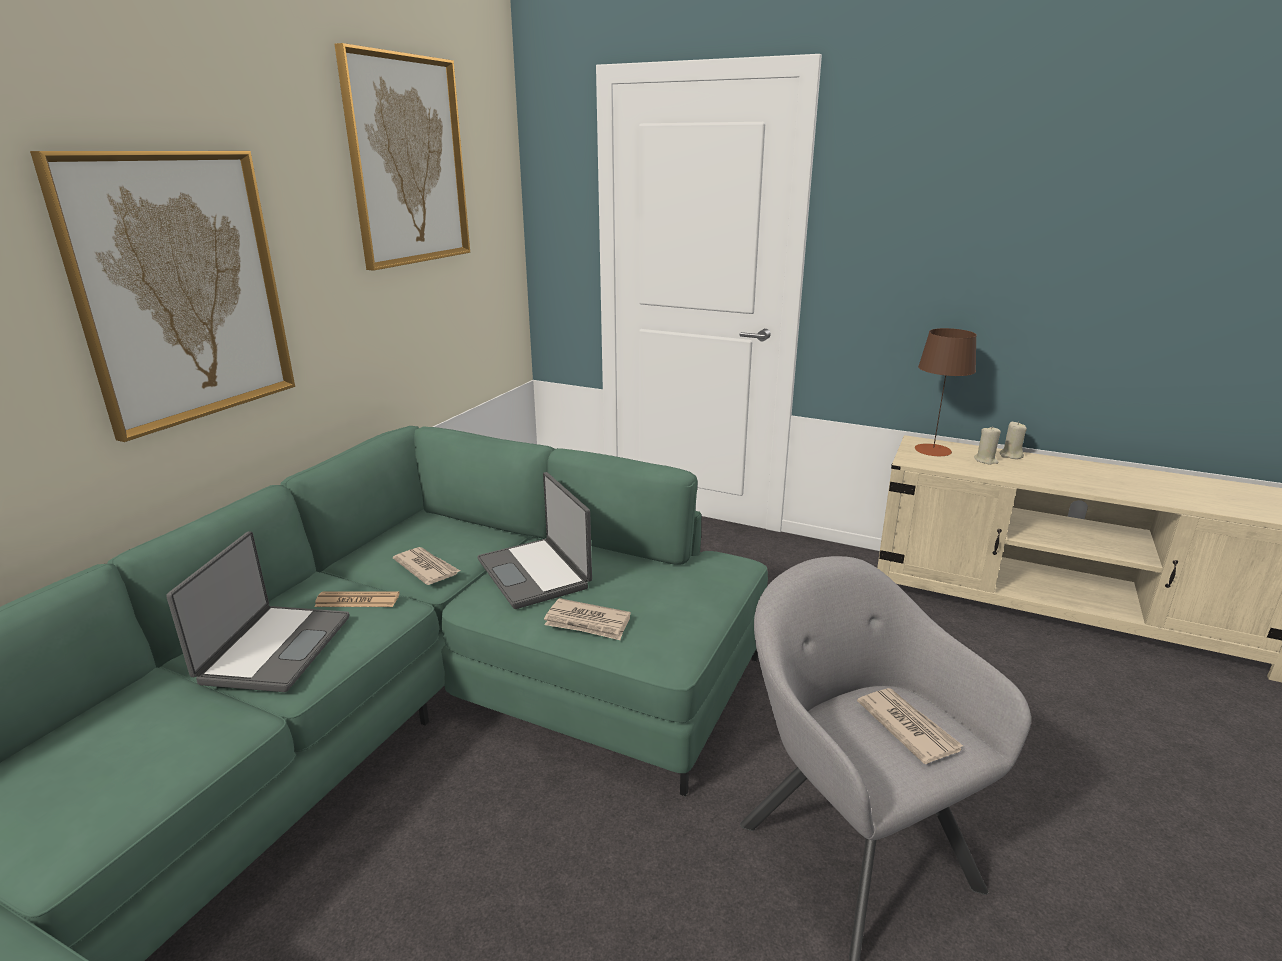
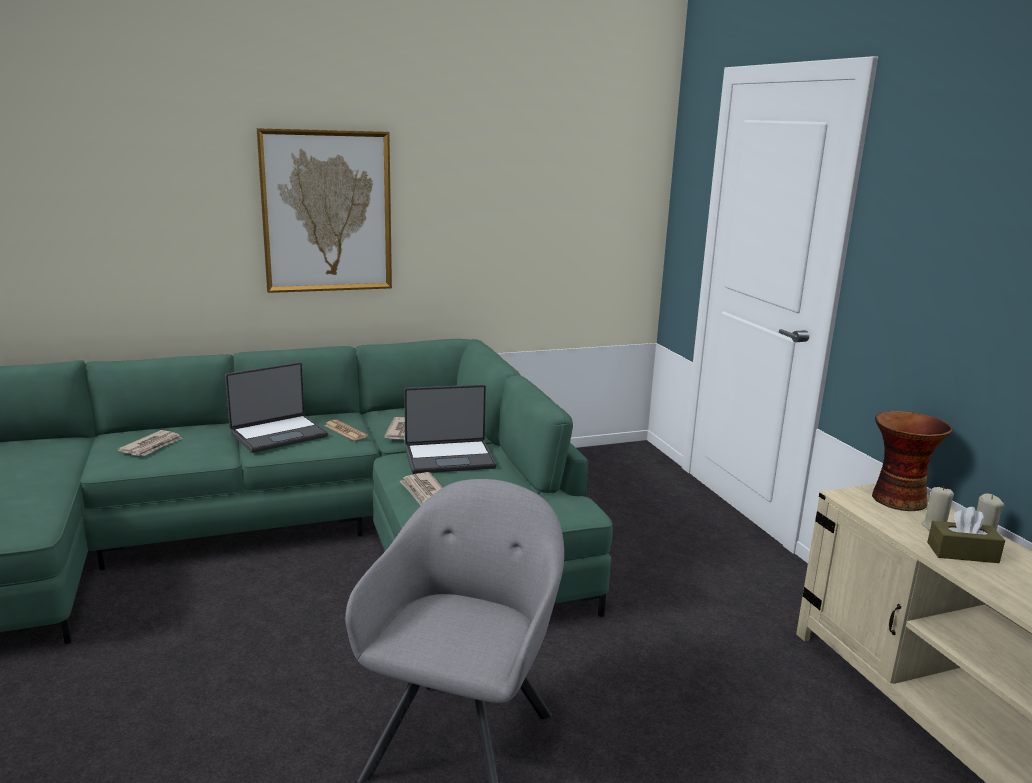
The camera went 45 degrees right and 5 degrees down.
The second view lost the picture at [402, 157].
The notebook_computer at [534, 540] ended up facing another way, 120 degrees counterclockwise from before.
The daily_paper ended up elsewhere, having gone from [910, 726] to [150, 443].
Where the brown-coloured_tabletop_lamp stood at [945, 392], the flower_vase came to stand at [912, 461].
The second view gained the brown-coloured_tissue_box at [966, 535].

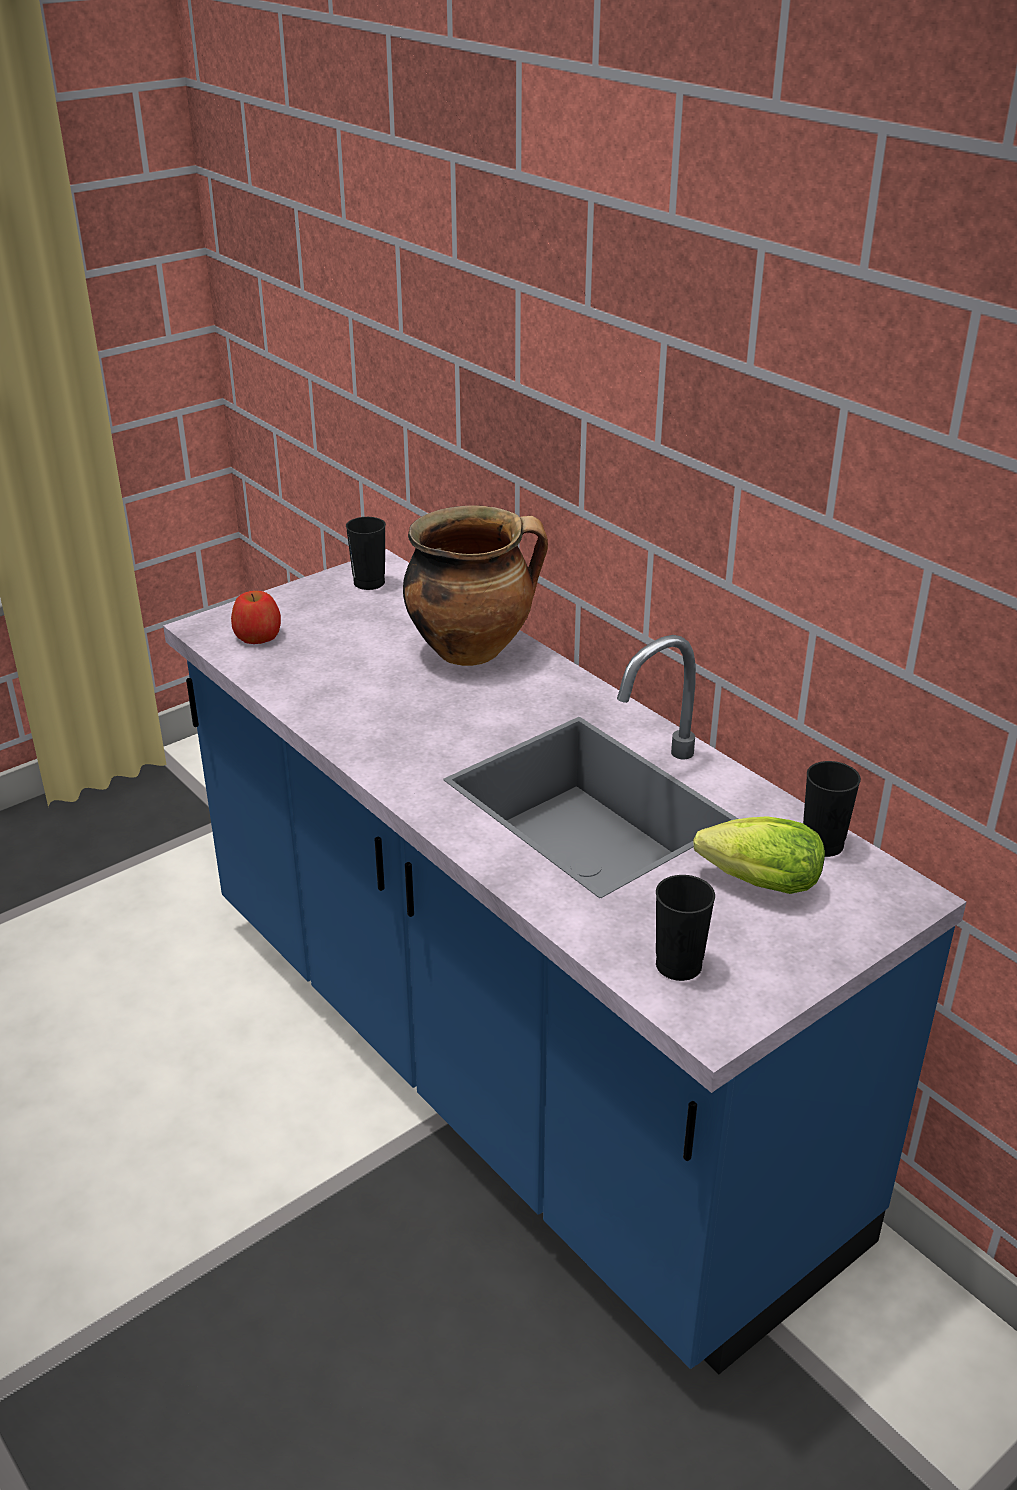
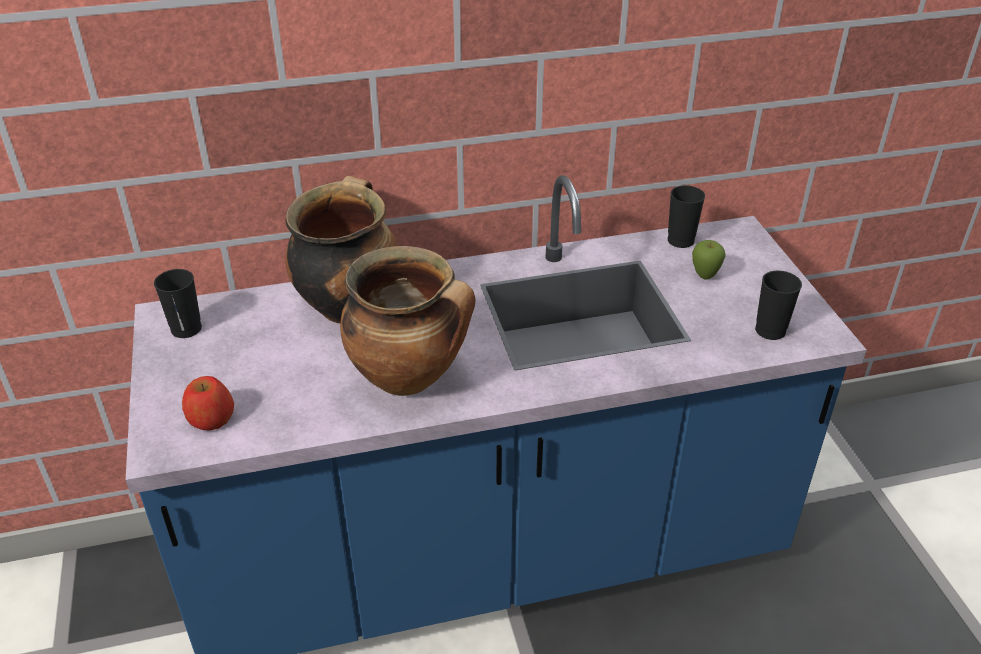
The camera went 65 degrees left and 5 degrees up.
Where the head_of_lettuce stood at [759, 855], the apple_fruit came to stand at [709, 260].
The second view gained the cooking_pot at [408, 321].

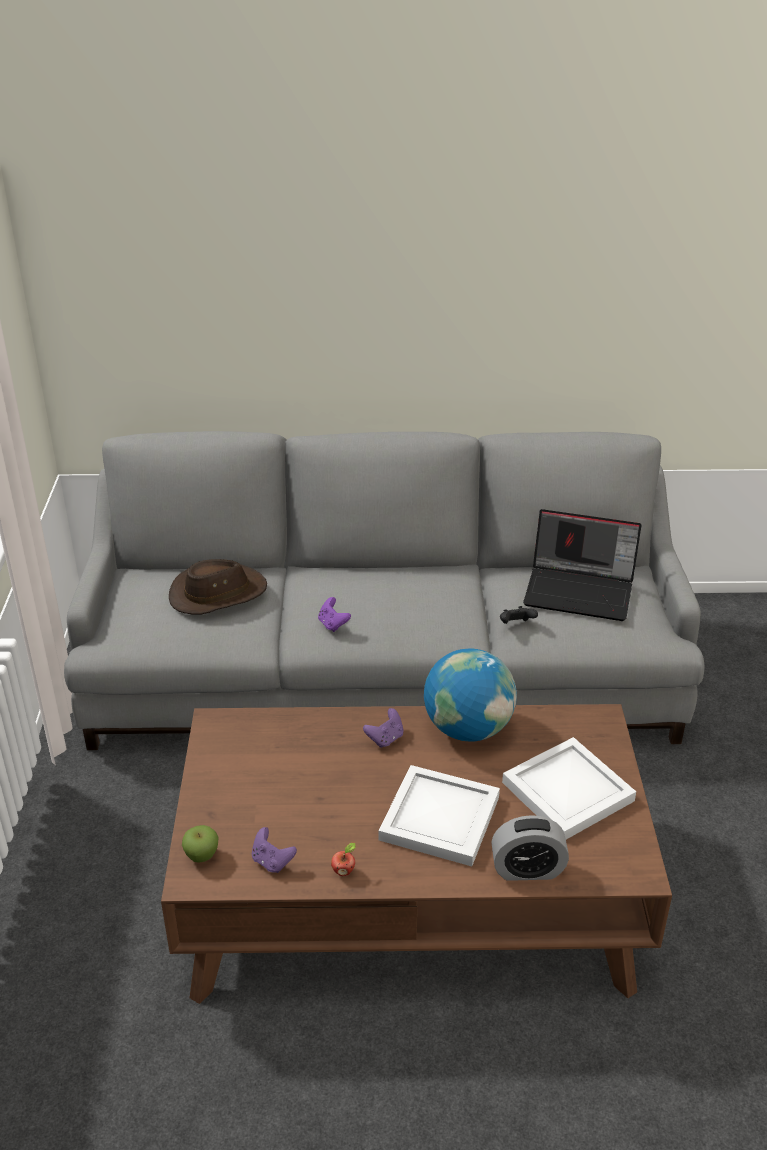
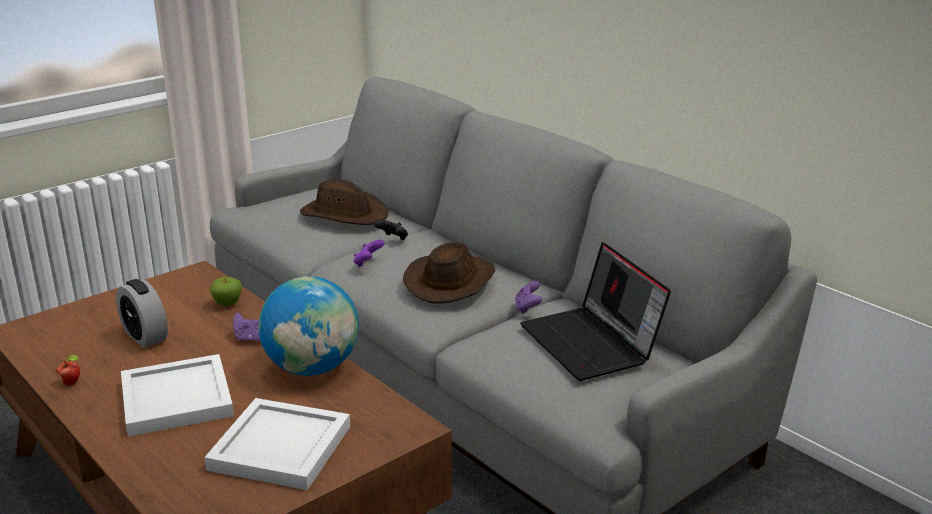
The camera went 50 degrees right and 10 degrees down.
The apple_fruit ended up elsewhere, having gone from [200, 844] to [226, 291].
The purplish_gamepad ended up elsewhere, having gone from [274, 850] to [528, 297].
The table_clock ended up elsewhere, having gone from [530, 848] to [142, 313].
The blackish_gamepad ended up elsewhere, having gone from [519, 615] to [390, 229].
The second view gained the brown-coloured_hat at [449, 273].

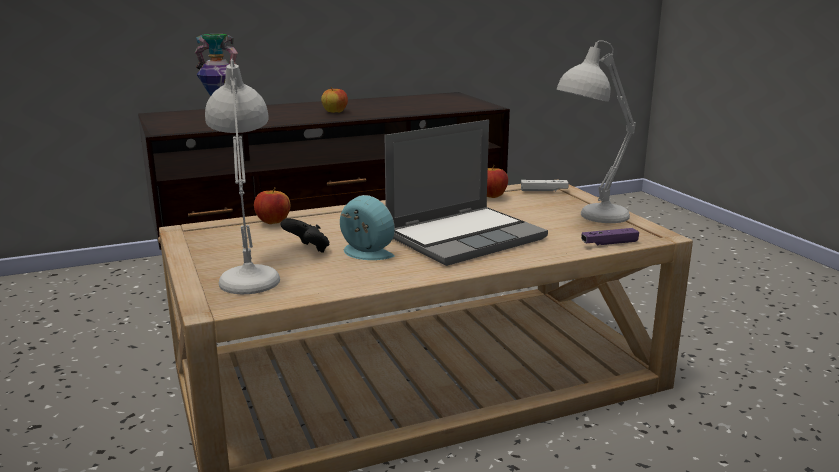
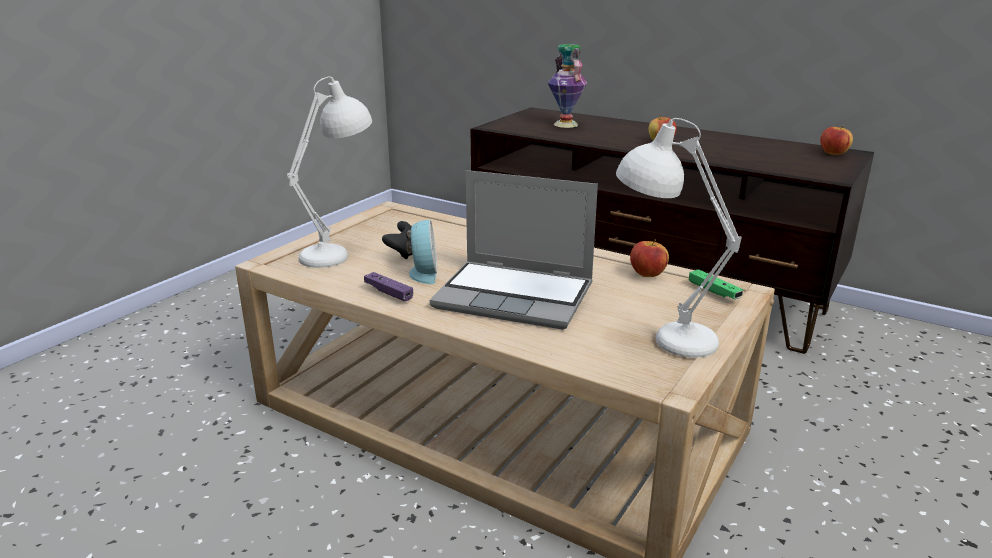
The camera went 55 degrees right and 5 degrees up.
The apple_fruit ended up elsewhere, having gone from [272, 205] to [836, 140].
What was the white_gamepad at [545, 185] turned into the greenish_gamepad at [716, 284].
The purplish_gamepad ended up elsewhere, having gone from [610, 236] to [388, 286].

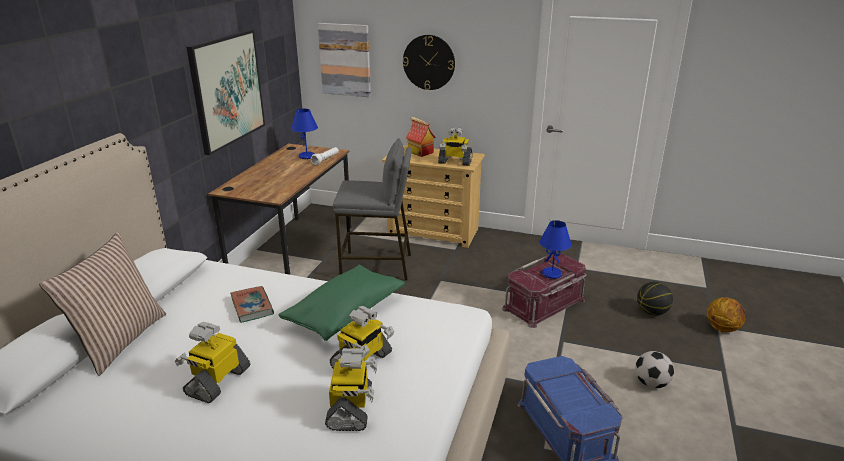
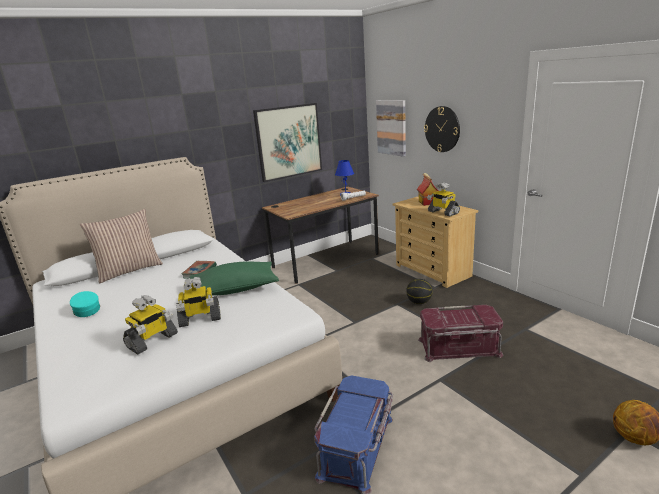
The camera went 40 degrees right and 5 degrees down.
The second view lost the model_robot at [212, 362].
The second view lost the grey_stool at [372, 209].
The second view lost the blue_tabletop_lamp at [555, 249].
The second view lost the football_ball at [654, 369].
The ball_for_basketball ended up elsewhere, having gone from [655, 298] to [419, 291].
The second view gained the turquoise_peaked_cap at [85, 304].

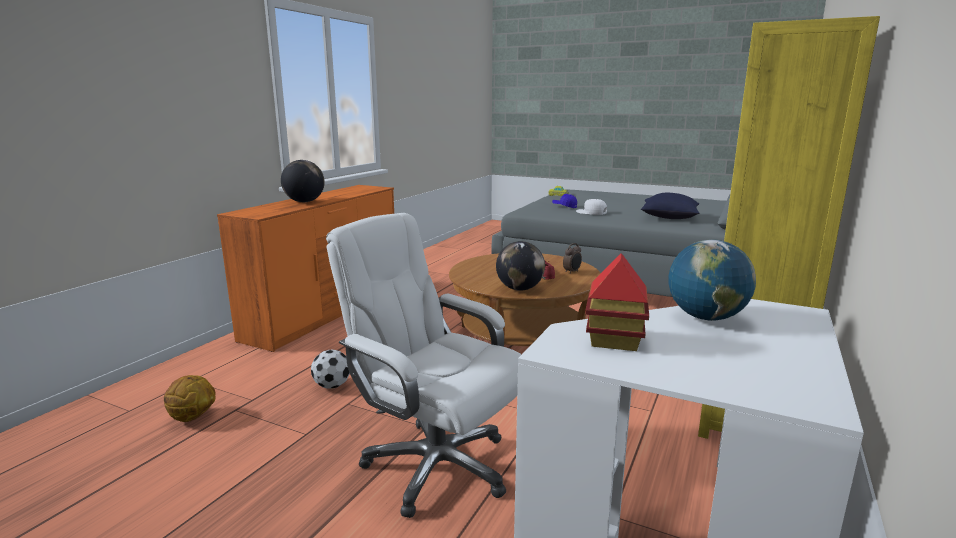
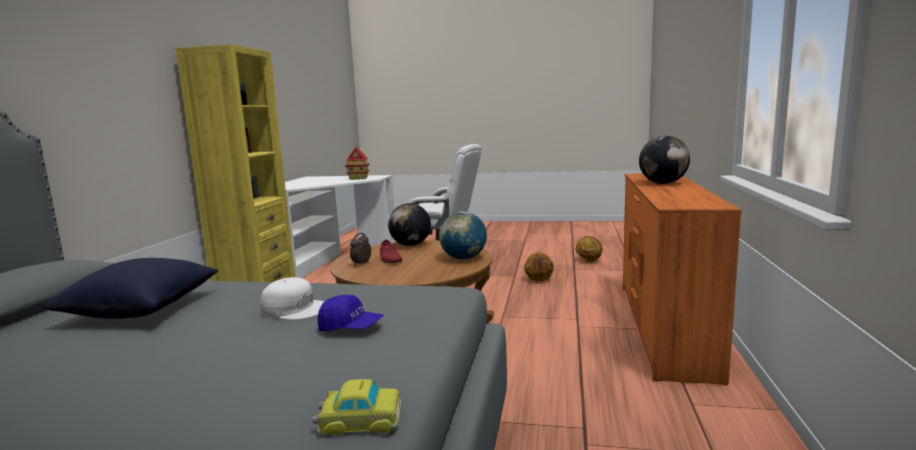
The camera went 165 degrees right and 5 degrees down.
Where the football_ball stood at [330, 369], the ball_for_basketball came to stand at [539, 266].
The world_globe ended up elsewhere, having gone from [712, 280] to [463, 236].

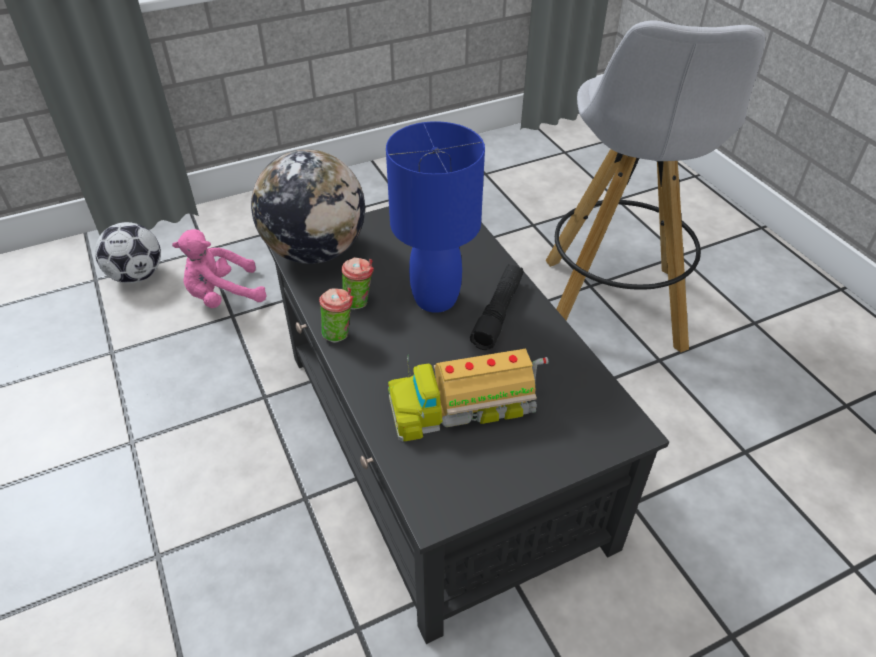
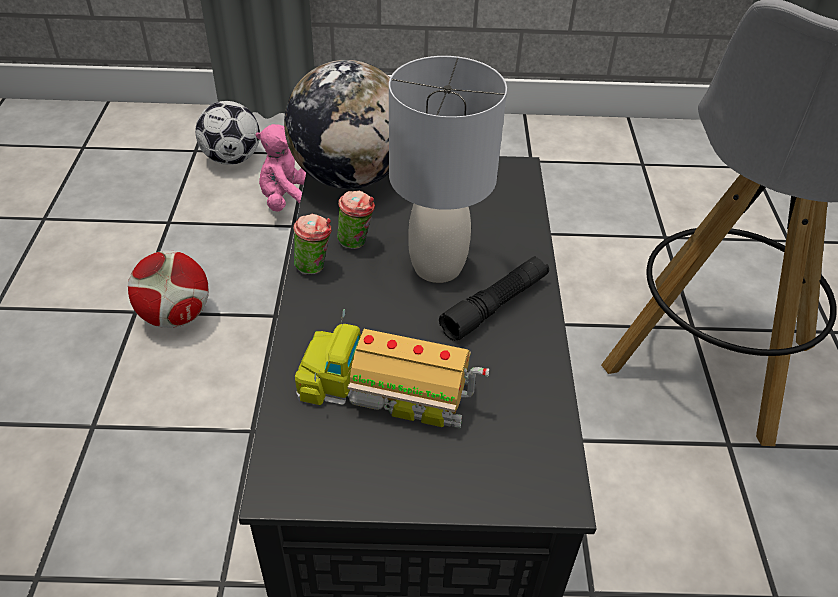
The camera went 25 degrees right and 0 degrees up.
What was the blue_tabletop_lamp at [435, 217] turned into the grey_tabletop_lamp at [448, 169].
The second view gained the football_ball at [168, 289].

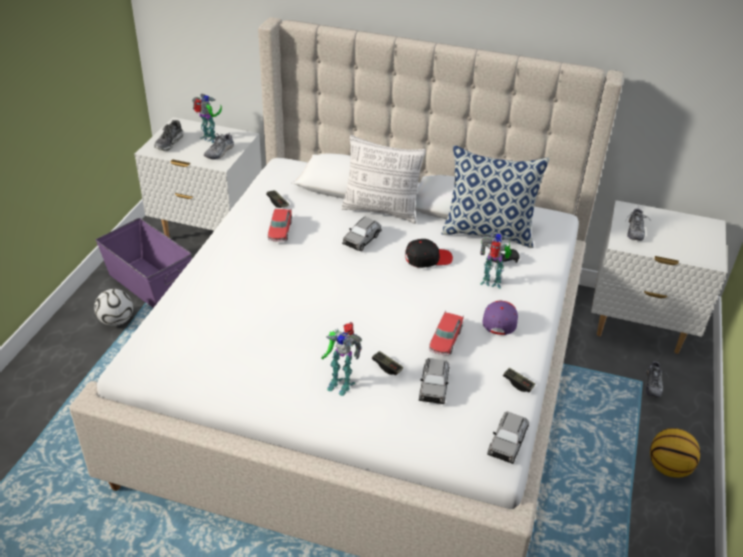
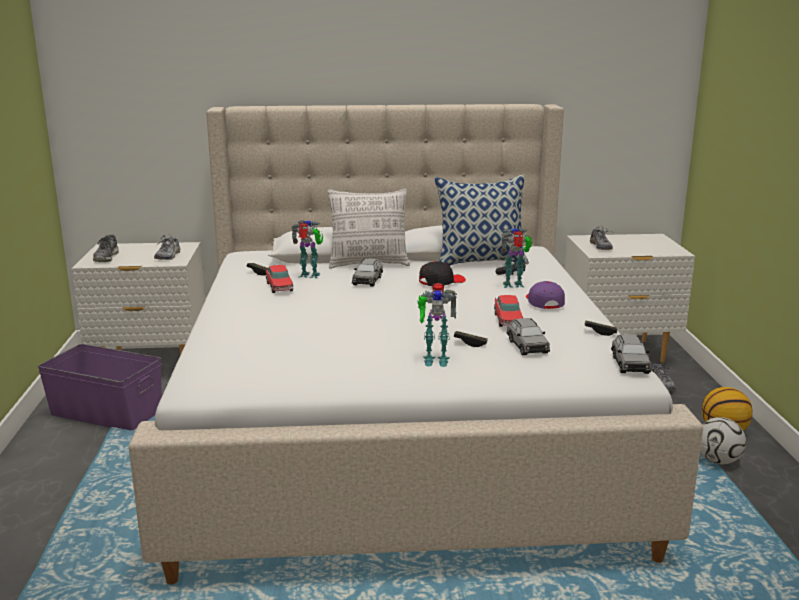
The camera went 20 degrees left and 20 degrees down.
The football_ball ended up elsewhere, having gone from [113, 307] to [723, 440].
The model_robot ended up elsewhere, having gone from [207, 118] to [307, 249].

